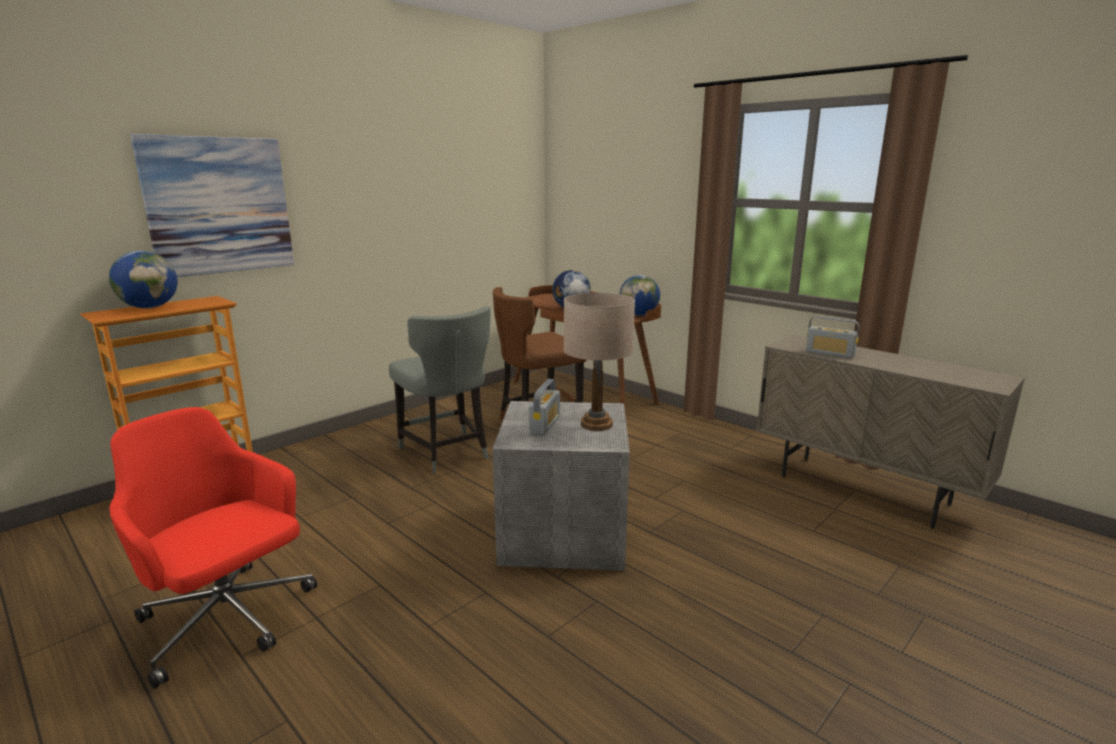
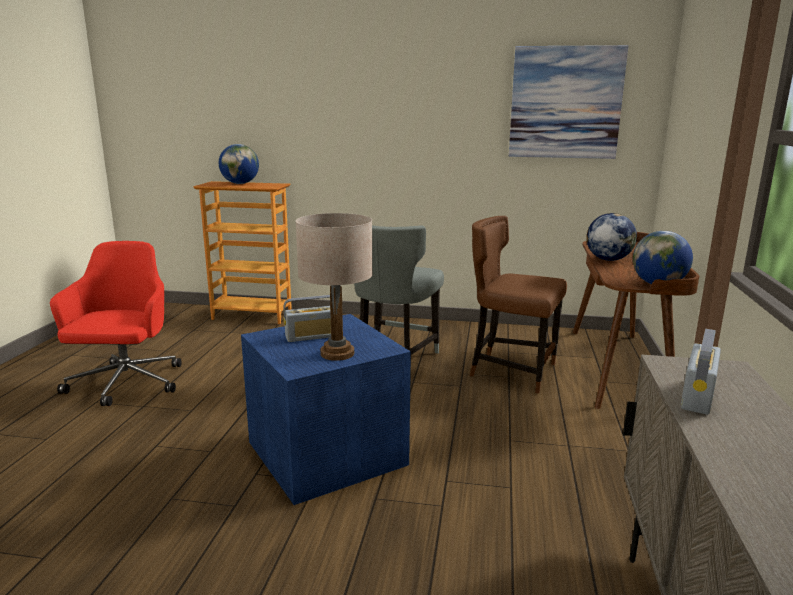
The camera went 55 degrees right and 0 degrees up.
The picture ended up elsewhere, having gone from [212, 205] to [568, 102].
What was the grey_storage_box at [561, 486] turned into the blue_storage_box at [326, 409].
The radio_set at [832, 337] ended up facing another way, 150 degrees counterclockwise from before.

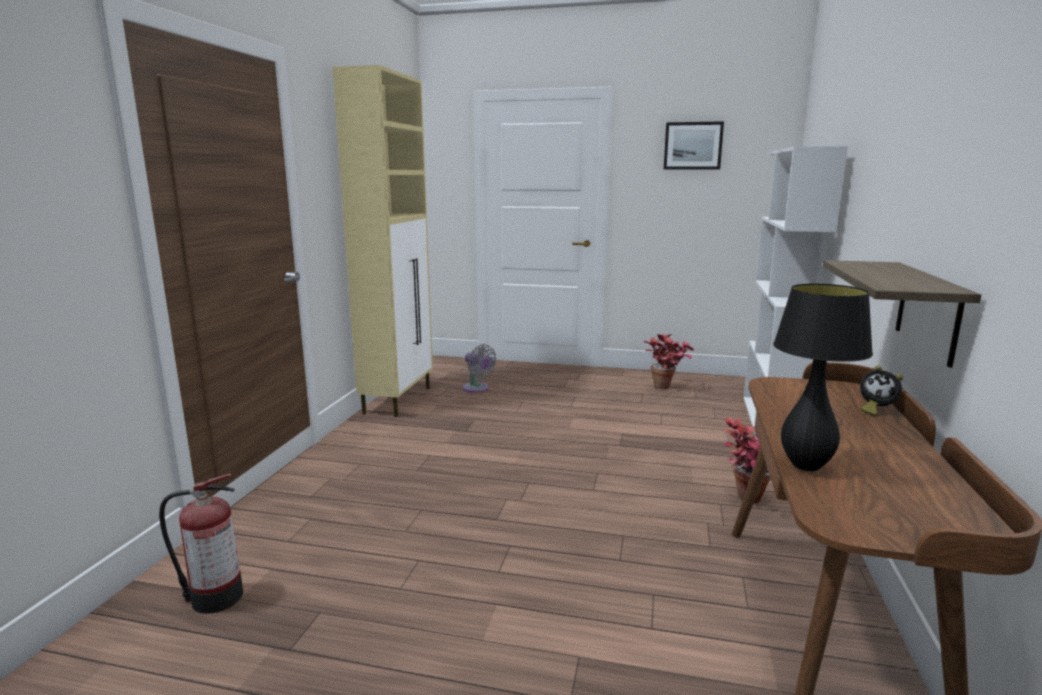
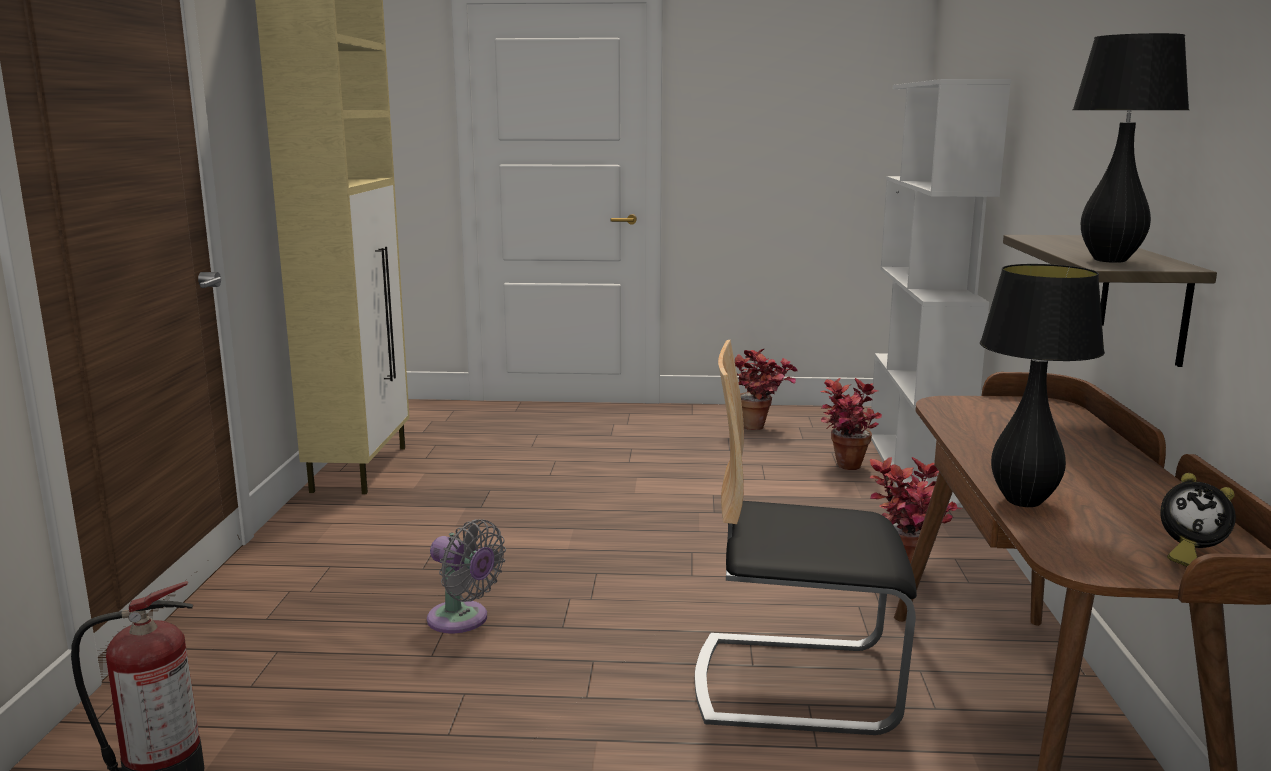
The camera went 10 degrees left and 0 degrees up.
The grey_cooling_fan ended up elsewhere, having gone from [479, 368] to [466, 576].
The second view lost the picture at [694, 145].
The table_clock ended up elsewhere, having gone from [881, 391] to [1198, 520].
The second view gained the plain_chair at [806, 537].
The second view gained the plant_in_a_pot at [851, 424].
The second view gained the blackish_tabletop_lamp at [1131, 148].

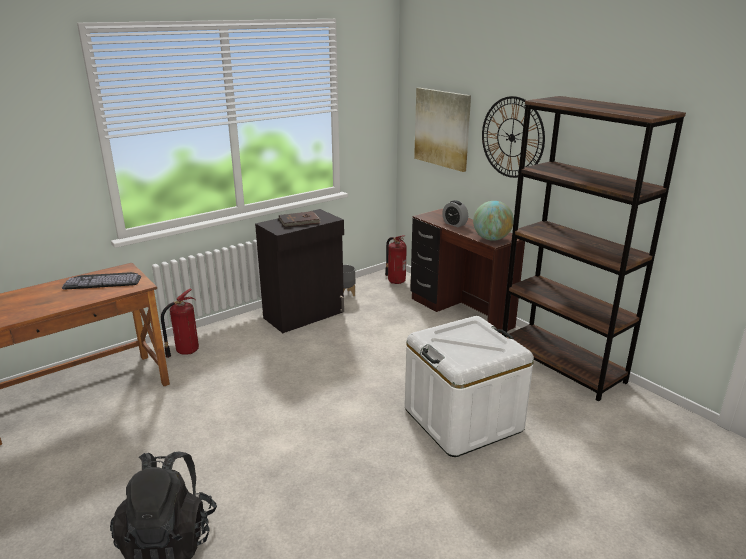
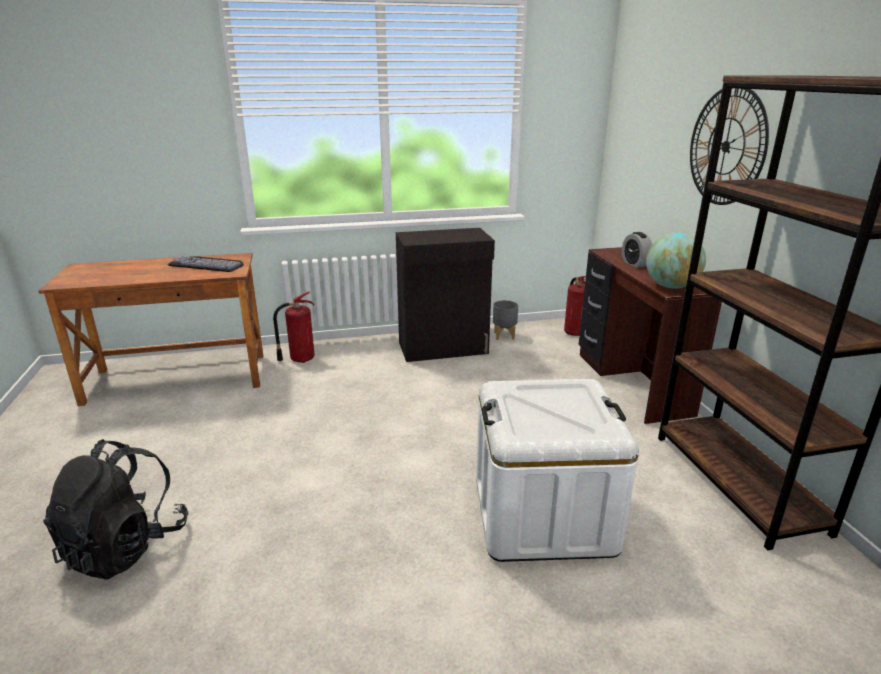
The camera went 25 degrees right and 0 degrees up.
The second view lost the brown-coloured_book at [300, 219].
The second view lost the picture at [442, 130].

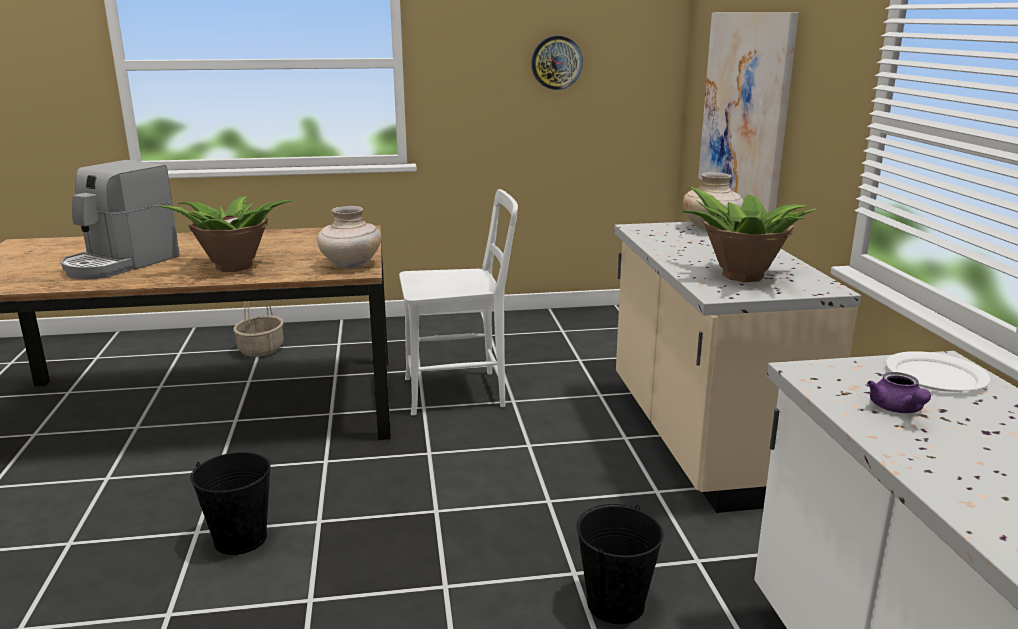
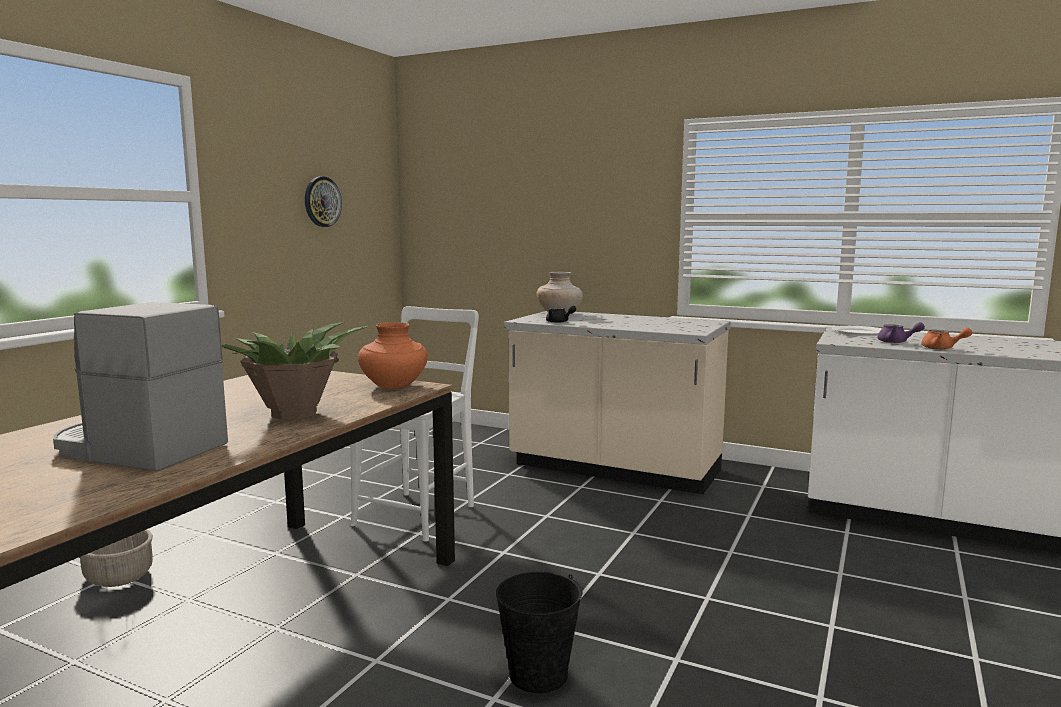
The camera went 55 degrees left and 10 degrees down.
The coffee_maker at [120, 219] ended up facing another way, 135 degrees clockwise from before.
What was the sand-coloured_flower_vase at [349, 237] turned into the orange_flower_vase at [393, 355].
The second view lost the blackish_bucket at [619, 564].
The second view lost the plant_in_a_pot at [749, 234].
The second view lost the picture at [748, 112].
The second view gained the blackish_tea_pot at [561, 314].
The second view gained the orange_tea_pot at [947, 338].

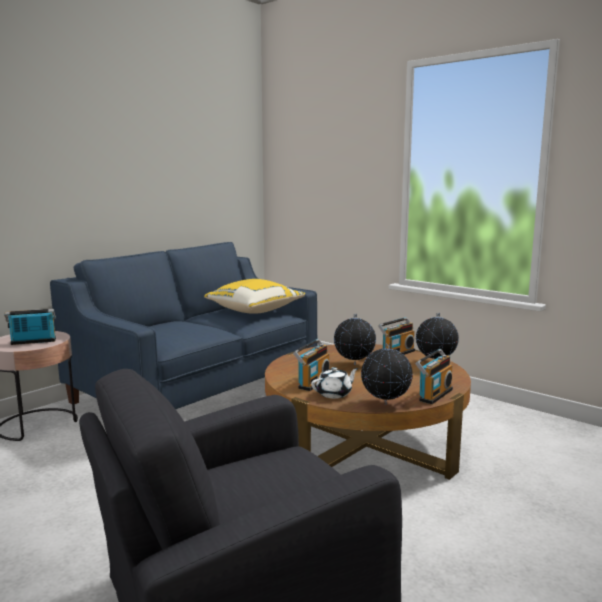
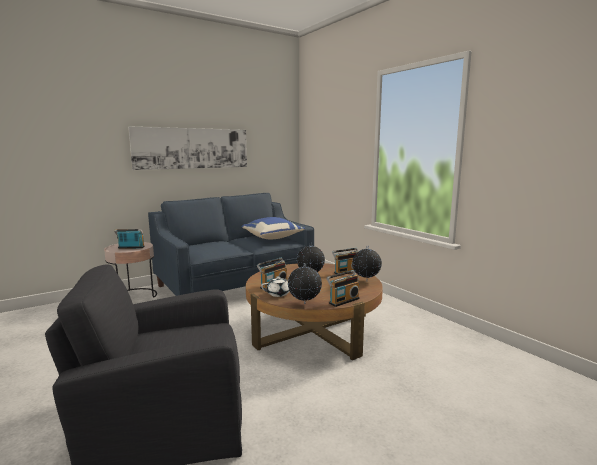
The camera went 15 degrees right and 0 degrees up.
What was the yellow-coloured_throw_pillow at [254, 296] turned into the blue_throw_pillow at [273, 228].
The second view gained the picture at [187, 148].

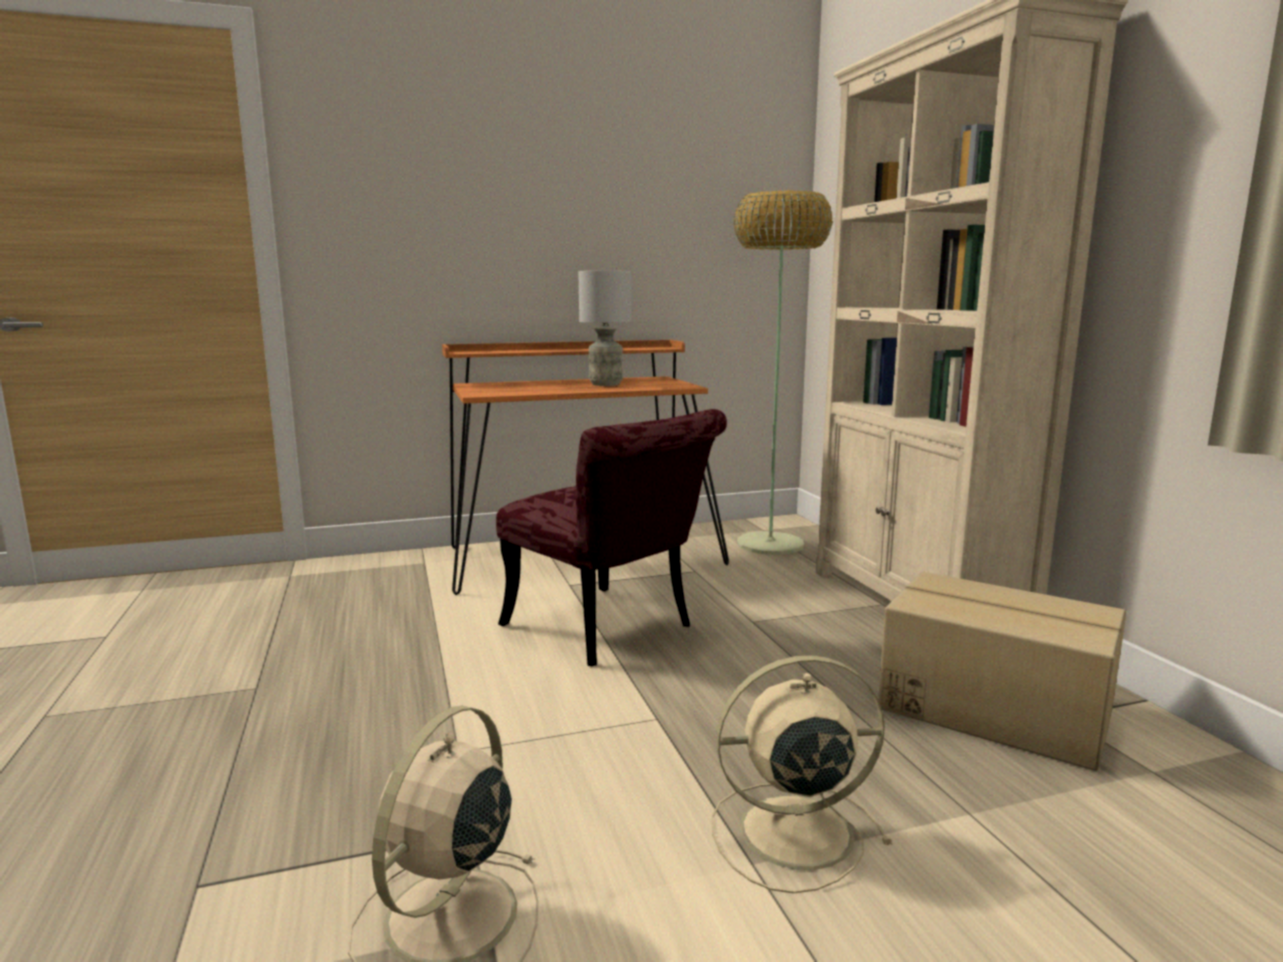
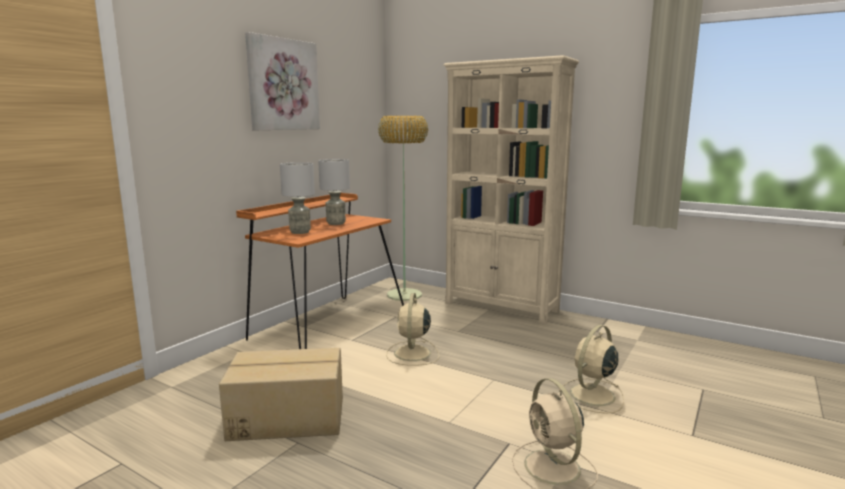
The camera went 40 degrees left and 0 degrees up.
Where the red-coloured_plain_chair stood at [611, 537], the sand-coloured_cooling_fan came to stand at [412, 329].
The packing_box ended up elsewhere, having gone from [1002, 671] to [281, 394].
The second view gained the picture at [282, 81].
The second view gained the grey_tabletop_lamp at [297, 198].

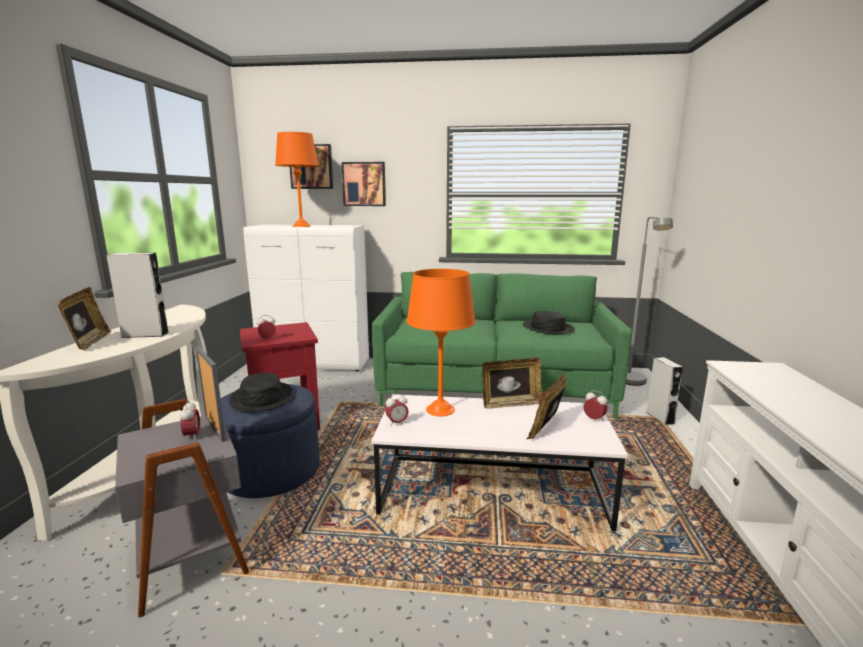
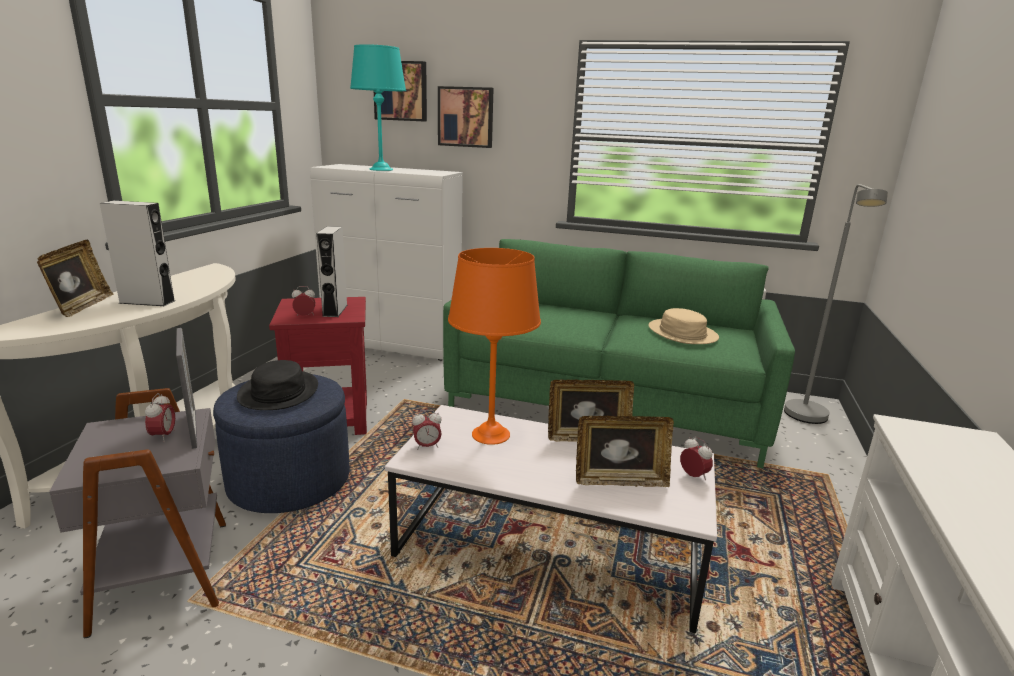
The camera went 10 degrees right and 5 degrees up.
What was the orange_tabletop_lamp at [297, 179] turned into the turquoise_tabletop_lamp at [378, 107].
What was the blackish_hat at [549, 322] turned into the sand-coloured_hat at [683, 326].
The picture_frame at [547, 406] ended up facing another way, 135 degrees counterclockwise from before.
The grey_loudspeaker ended up elsewhere, having gone from [664, 391] to [331, 271].

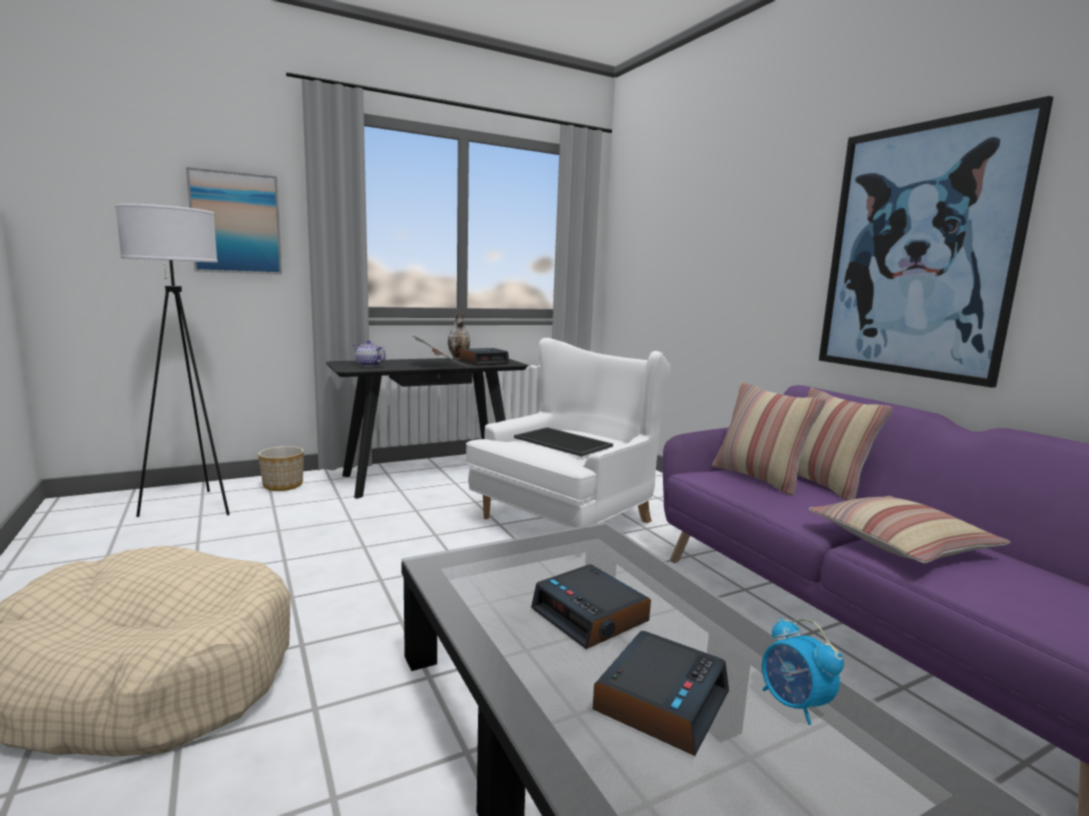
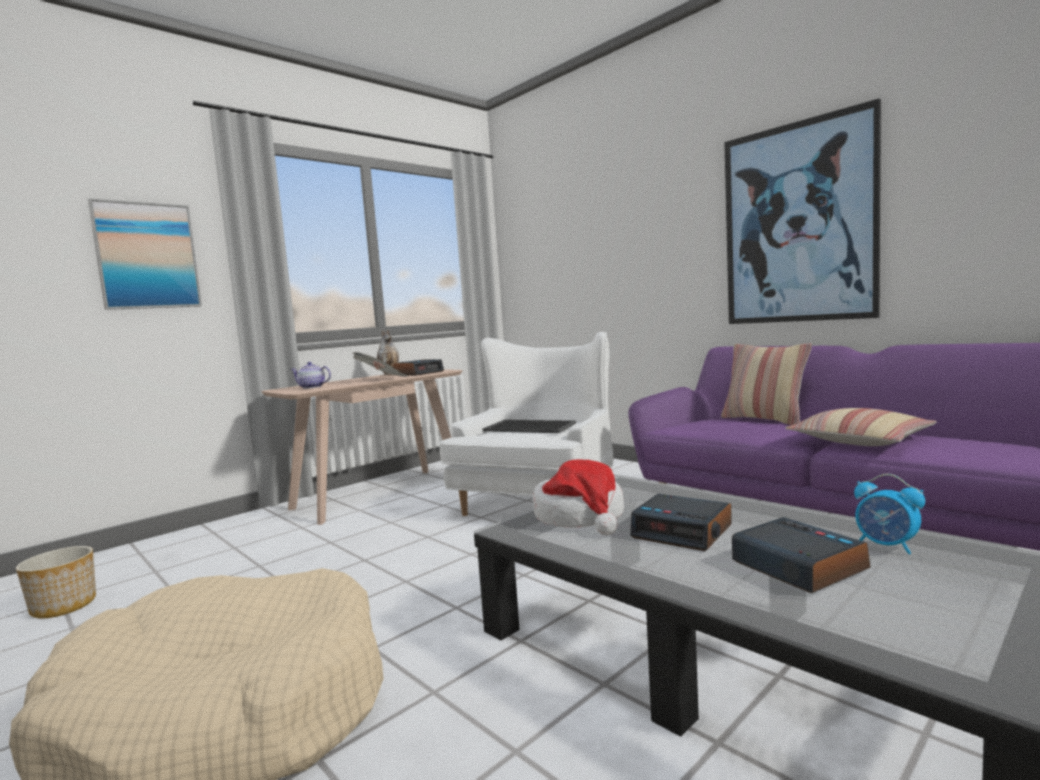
The camera went 15 degrees left and 5 degrees down.
The second view lost the white_floor_lamp at [172, 360].
The flower_pot ended up elsewhere, having gone from [281, 468] to [56, 582].
What was the blackish_narrow_table at [427, 428] turned into the sand-coloured_narrow_table at [362, 447].
The table_clock at [661, 693] ended up facing another way, 45 degrees counterclockwise from before.
The second view lost the throw_pillow at [769, 439].
The second view gained the hat at [578, 497].

